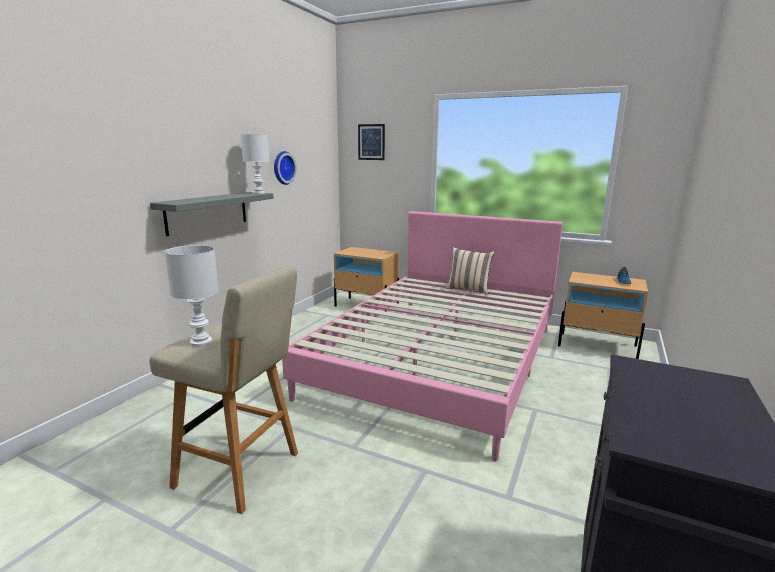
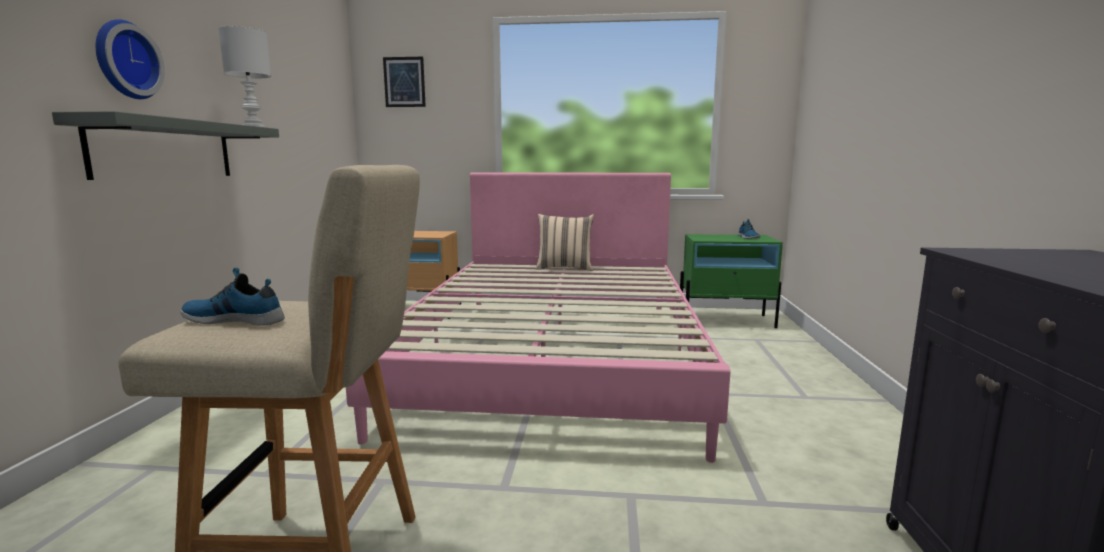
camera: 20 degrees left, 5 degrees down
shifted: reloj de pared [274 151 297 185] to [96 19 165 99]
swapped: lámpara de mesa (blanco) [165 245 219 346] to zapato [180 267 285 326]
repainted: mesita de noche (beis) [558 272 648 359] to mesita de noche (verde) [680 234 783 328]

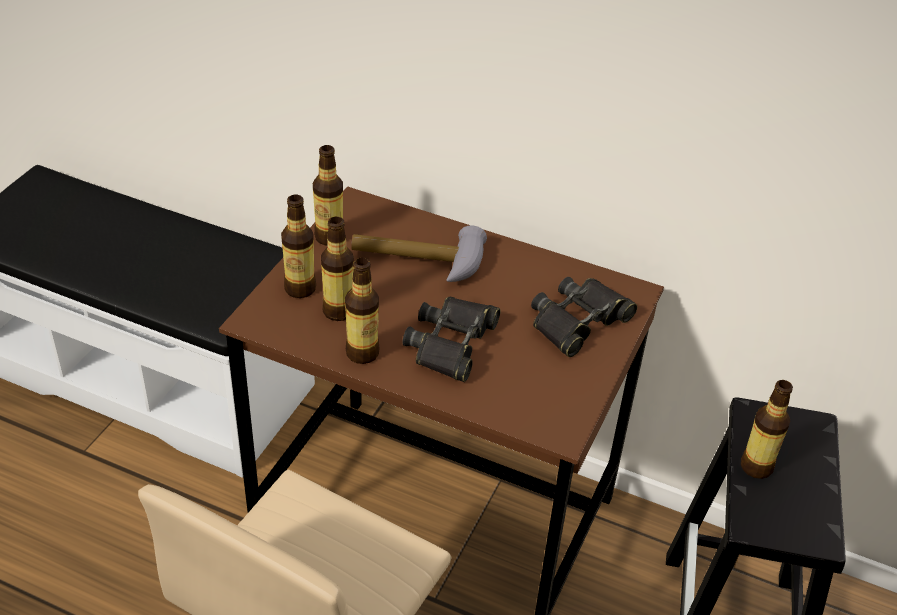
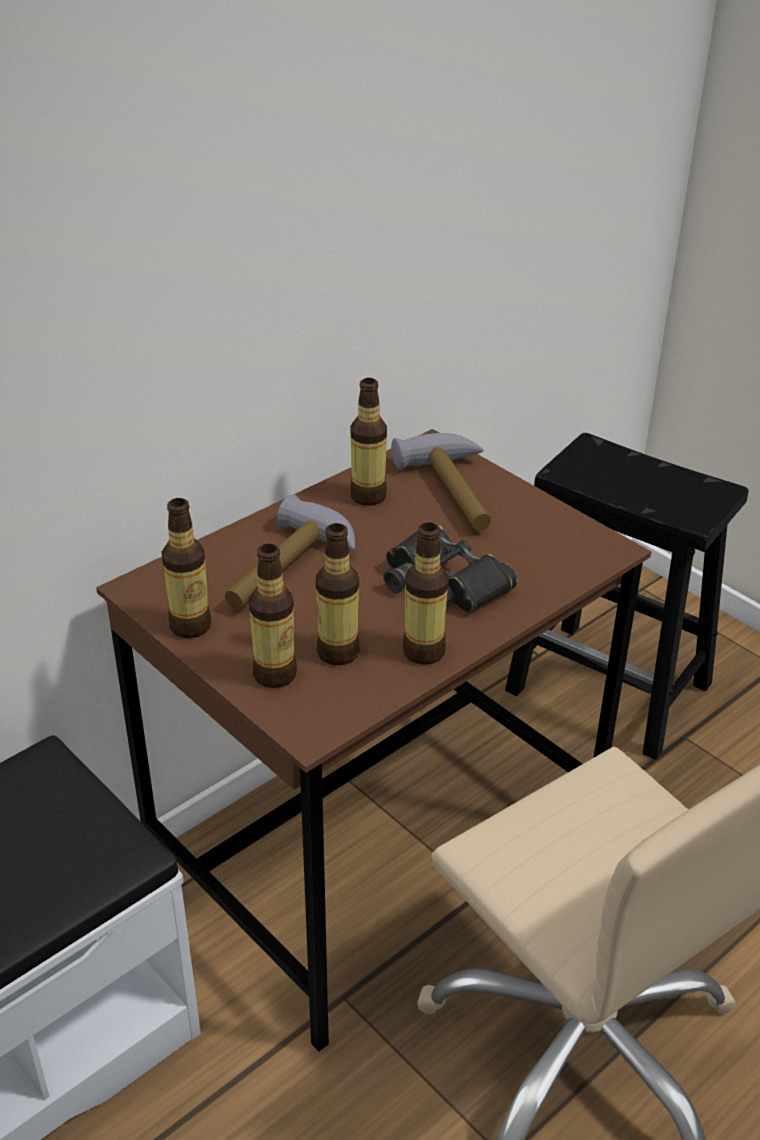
camera: 65 degrees left, 5 degrees down
shifted: botella [741 380 793 479] to [350 378 387 506]
swapped: prismáticos (negro) [531 277 637 357] to martillo [391 433 491 531]

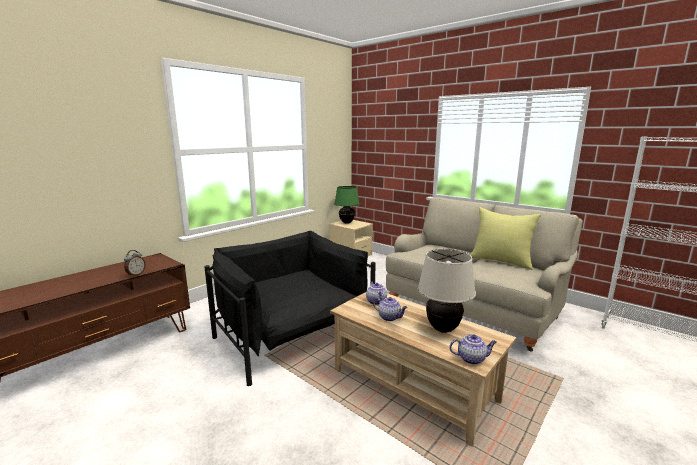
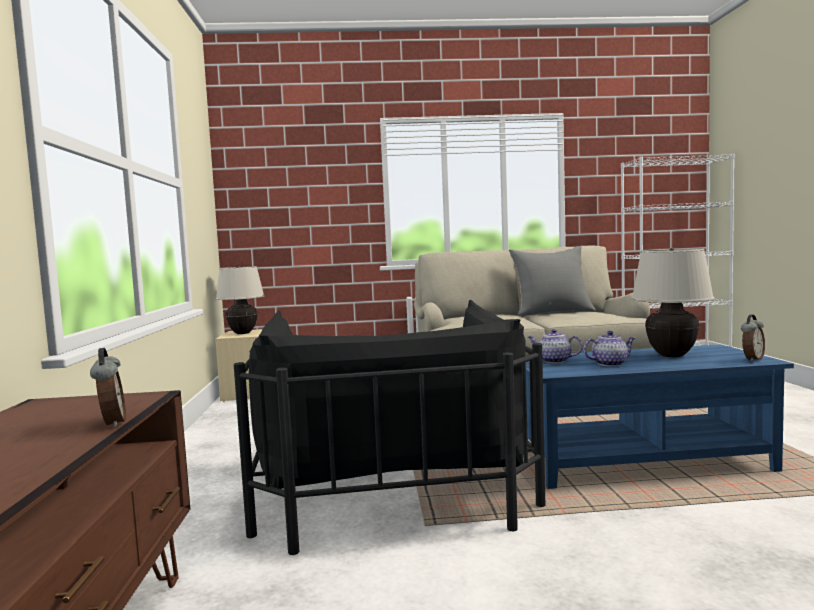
camera: 45 degrees left, 10 degrees down
swapped: tetera [449 334 497 364] to despertador [741 314 765 362]
repainted: lámpara de mesa (verde) [334 186 360 224] to lámpara de mesa (beis) [216 266 265 334]; cojín (amarillo) [470 207 541 270] to cojín (gris) [509 246 596 316]; mesa de centro (beis) [330 292 516 447] to mesa de centro (azul) [526 344 794 489]
rotated: sillón (negro) [205 231 376 386] = [234 300 545 555] 105 degrees counterclockwise

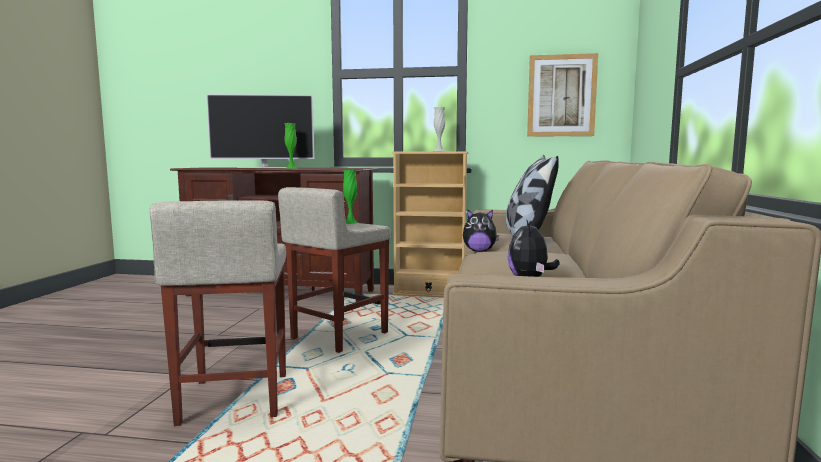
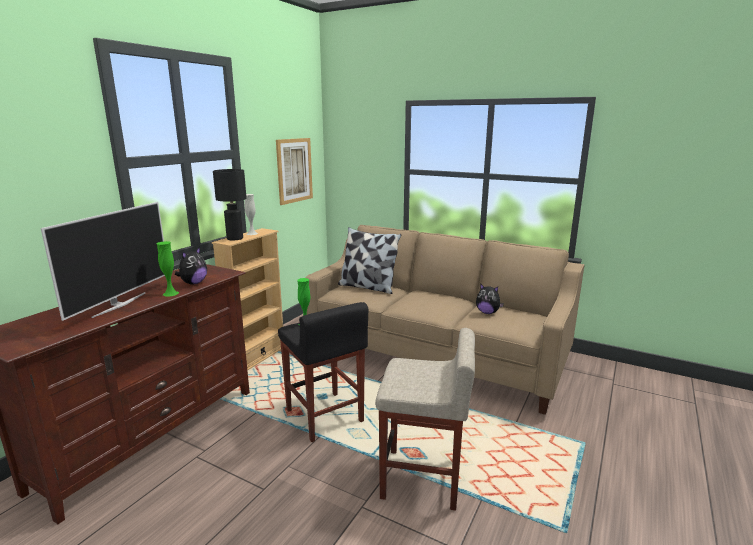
camera: 70 degrees left, 10 degrees up
new: lámpara de mesa (negro) [213 169 247 240]
shifted: peluche [463 209 499 252] to [175 247 207 285]
repainted: taburete (beis) [278 187 391 353] to taburete (negro) [278 302 368 442]

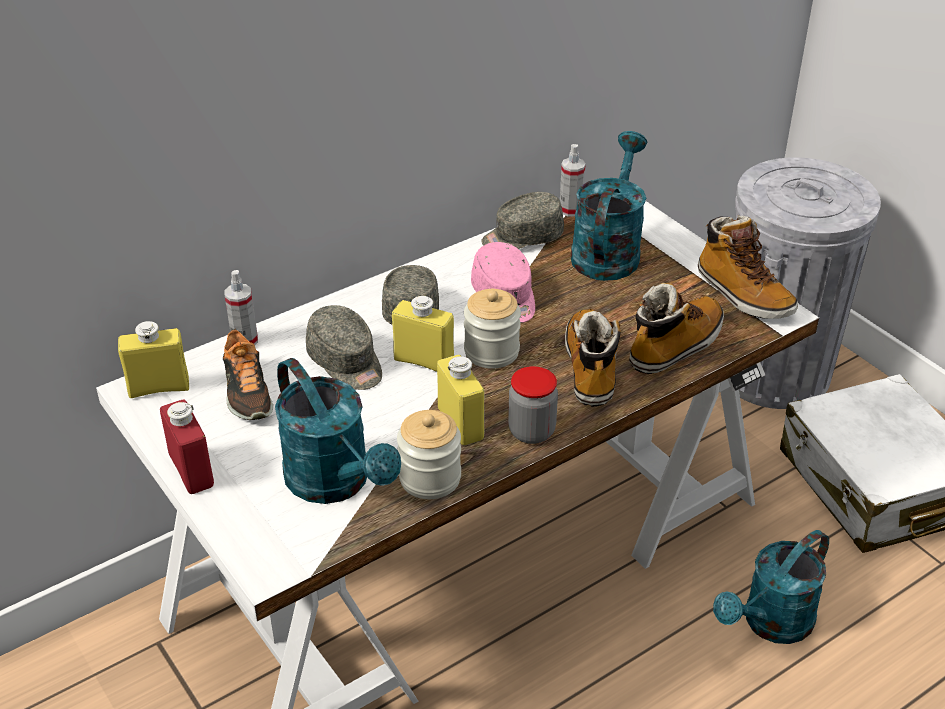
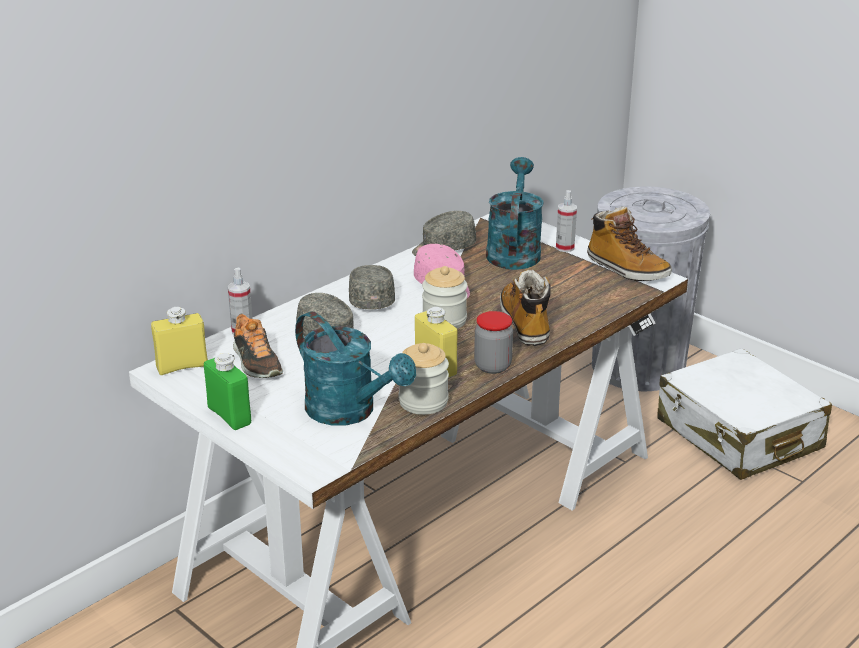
camera: 10 degrees left, 10 degrees down
gone: botella (amarillo) [392 296 454 372]; bota [629 283 724 374]; regadera (turquesa) [713 530 829 644]
shifted: pulverizador [560 144 586 216] to [556 190 577 252]
repainted: botella (rojo) [160 400 214 494] to botella (verde) [204 353 251 430]

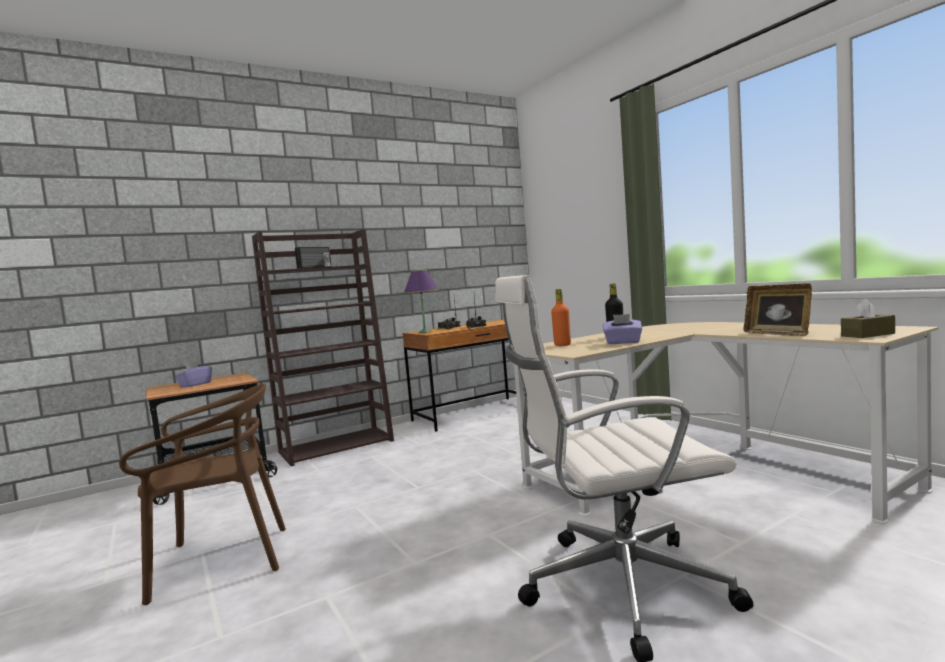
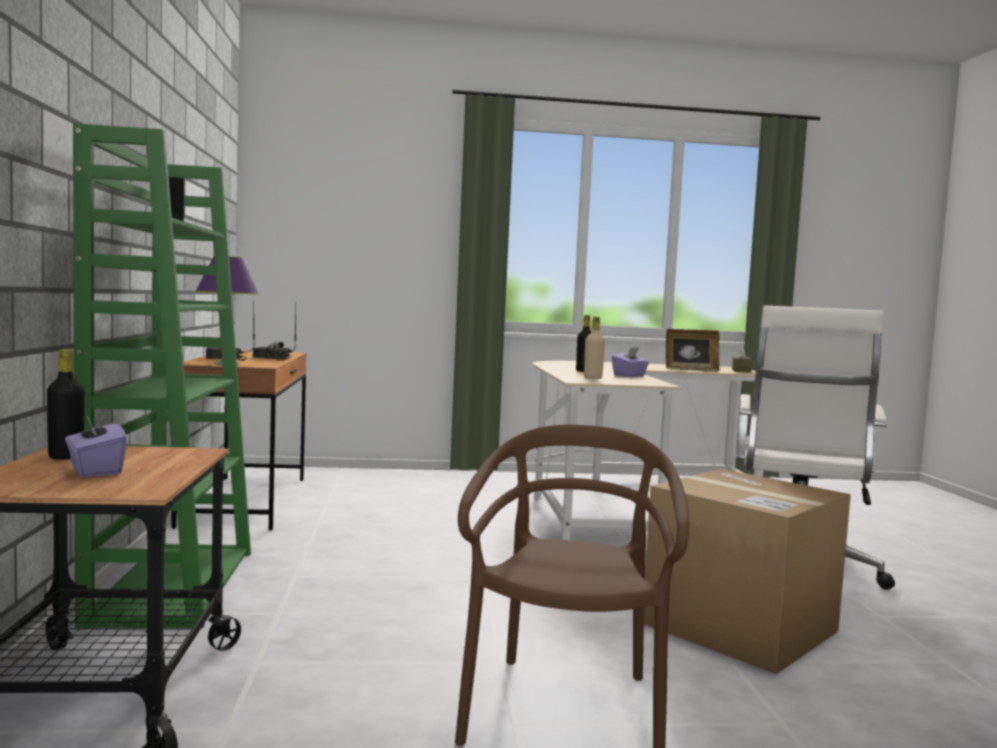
camera: 65 degrees left, 0 degrees up
new: botella (negro) [47 349 85 460]; caja de cartón [644 469 851 674]
repainted: estantería (marrón) [252 229 394 466] to estantería (verde) [73 123 251 628]; botella (naranja) [551 289 571 346] to botella (beis) [584 317 605 379]

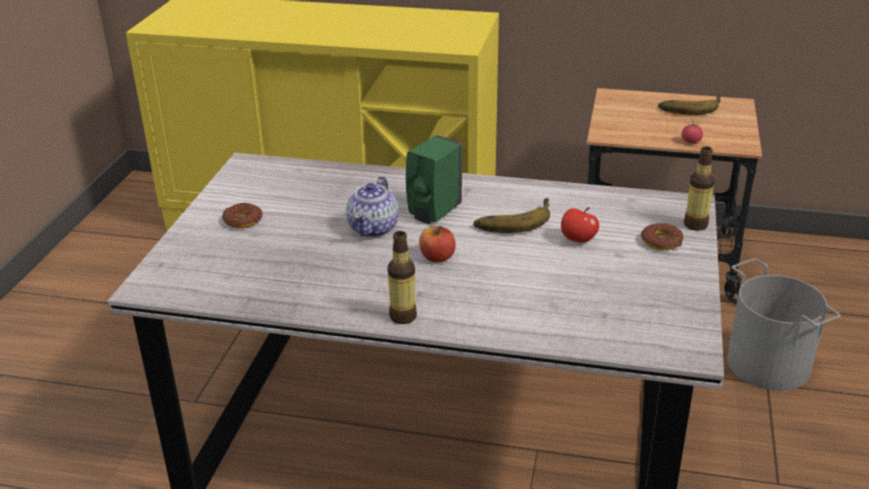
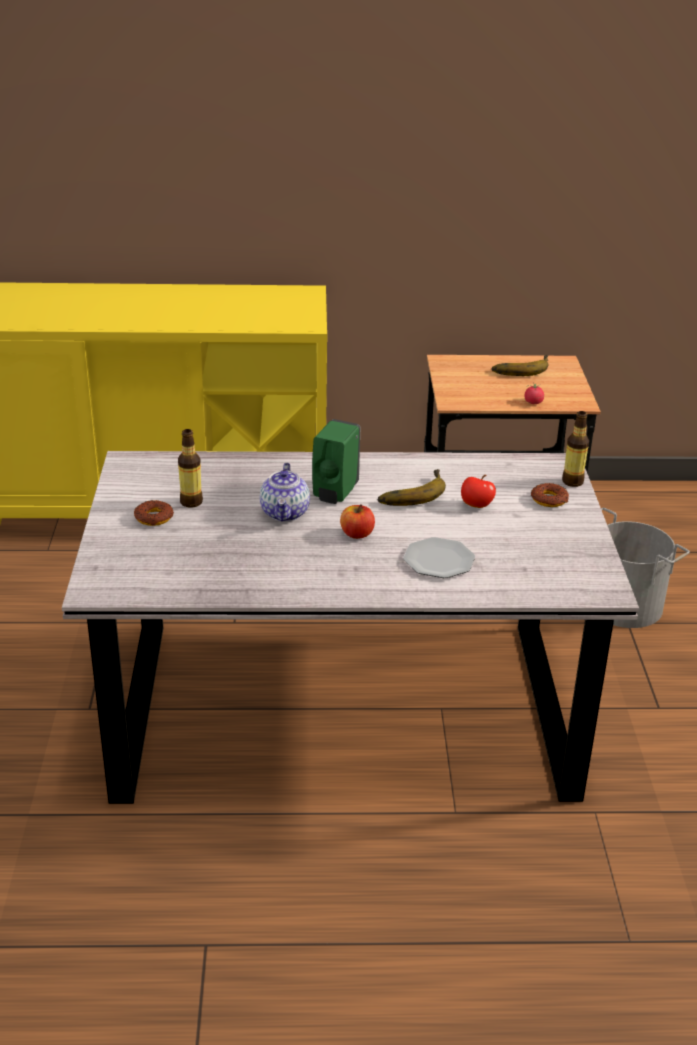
camera: 15 degrees left, 0 degrees up
new: plato [403 537 475 578]
shifted: botella [387 231 417 324] to [178 429 203 508]

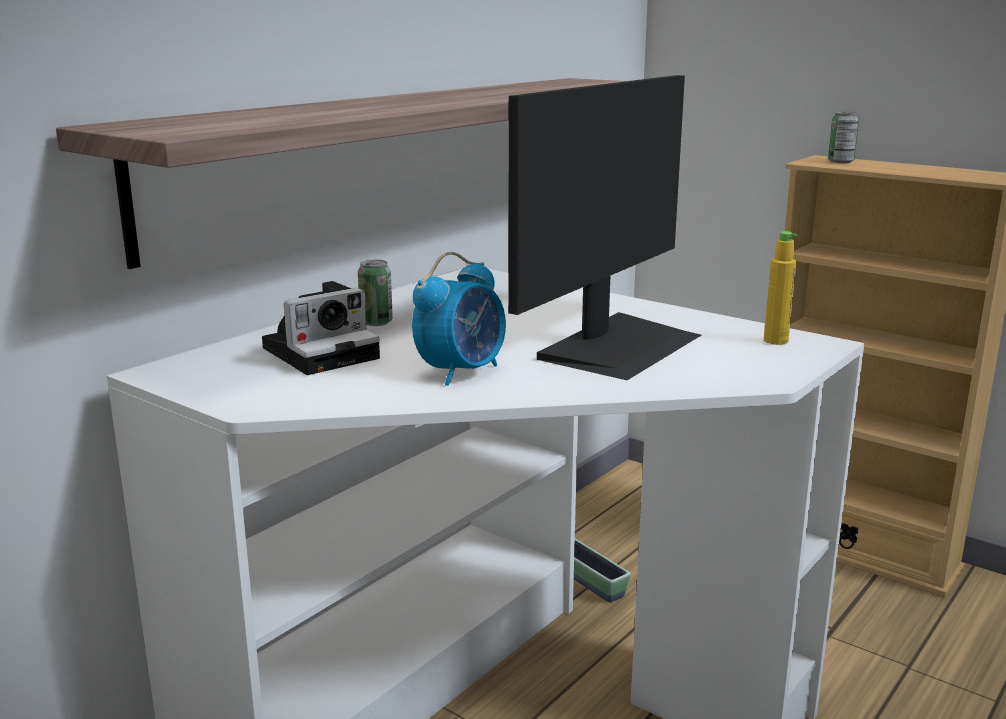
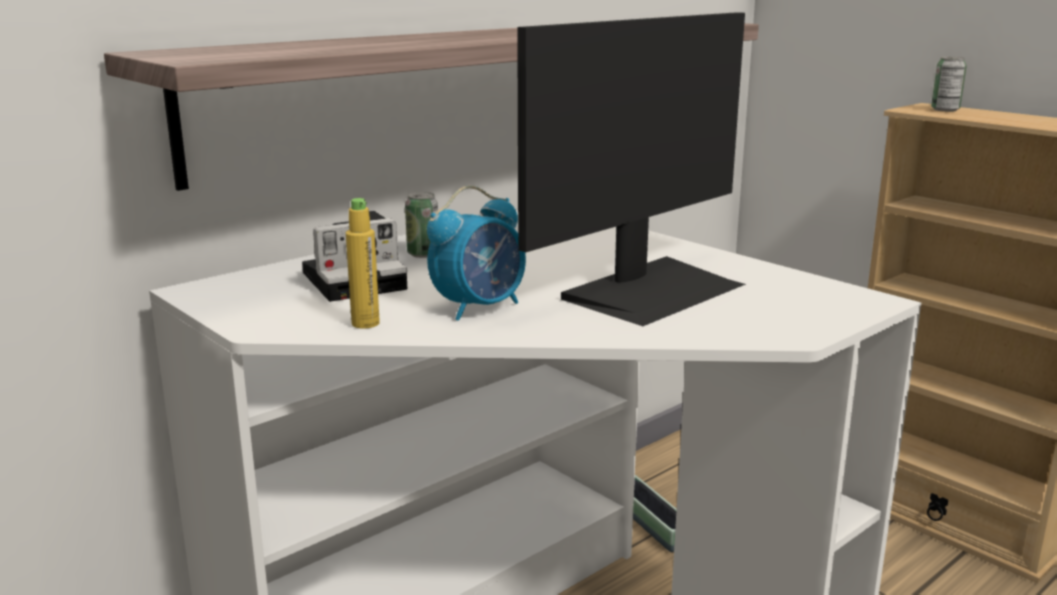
camera: 10 degrees right, 0 degrees up
shifted: botella (amarillo) [764 231 797 345] to [346 198 380 329]

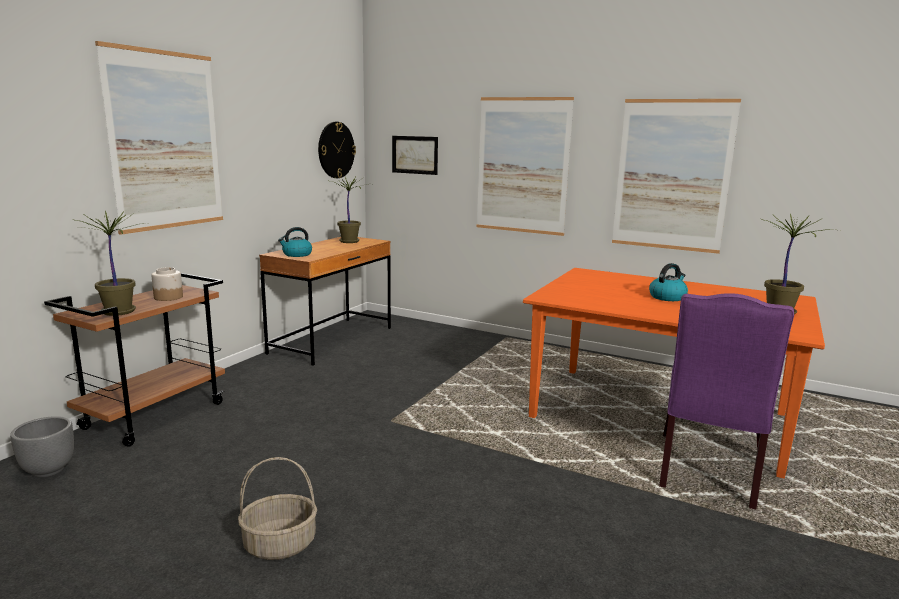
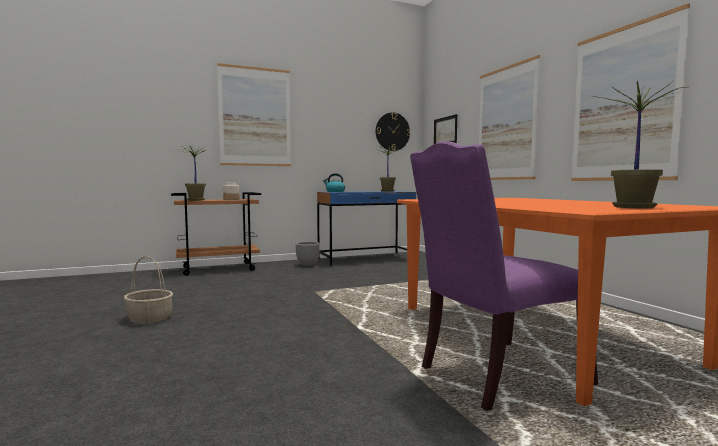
camera: 40 degrees right, 10 degrees down
gone: hervidor [649 263 688 301]
shifted: maceta (gris) [10 416 74 477] to [296 242 320 266]
repainted: escritorio (marrón) [259 237 391 366] to escritorio (azul) [317 191 416 266]

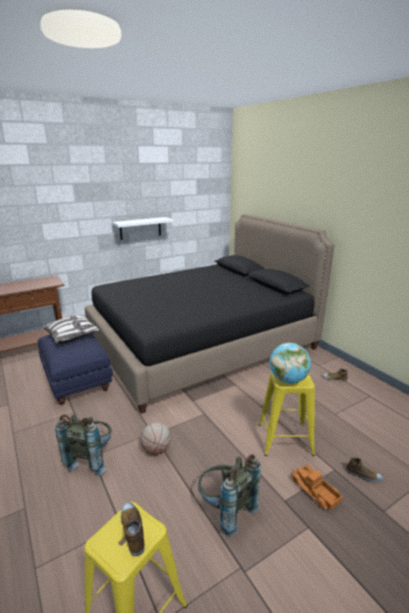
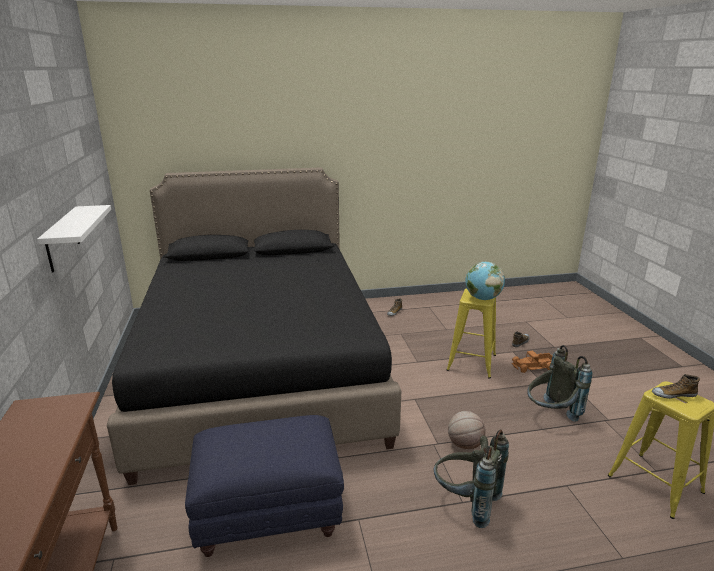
camera: 70 degrees left, 0 degrees up
gone: cojín [43 315 100 343]

